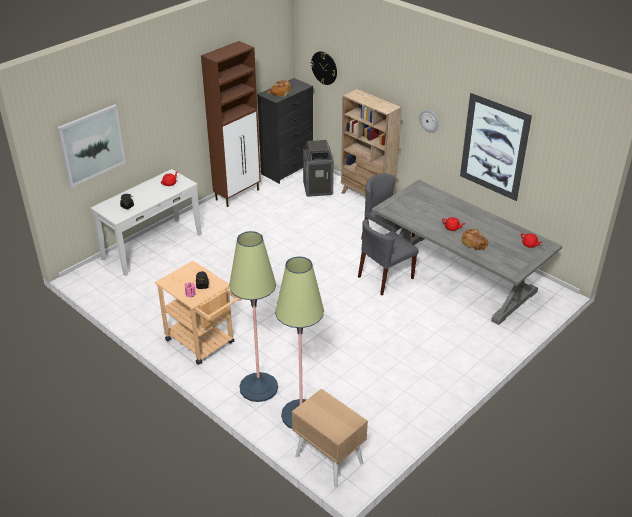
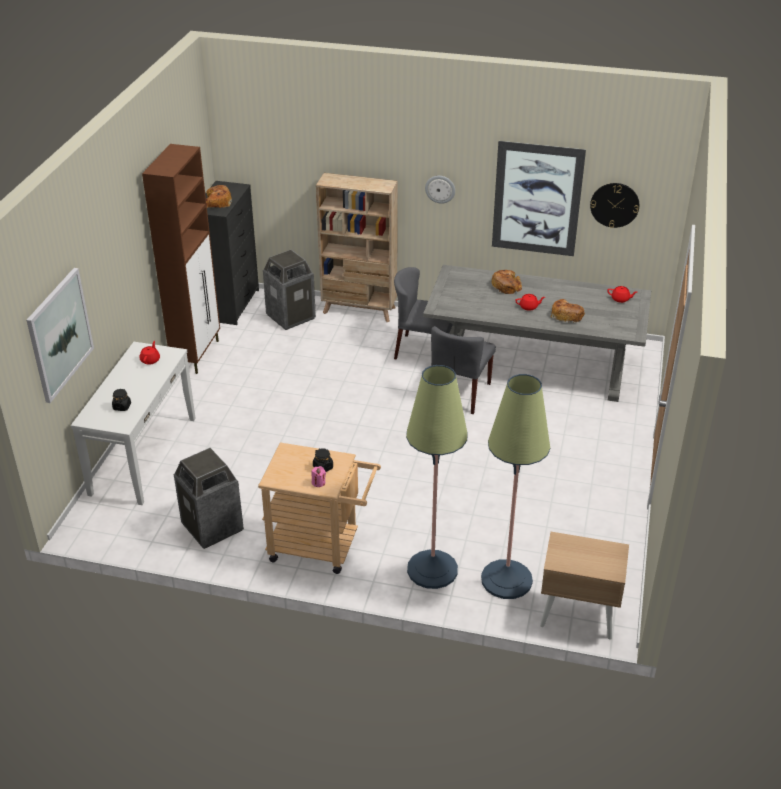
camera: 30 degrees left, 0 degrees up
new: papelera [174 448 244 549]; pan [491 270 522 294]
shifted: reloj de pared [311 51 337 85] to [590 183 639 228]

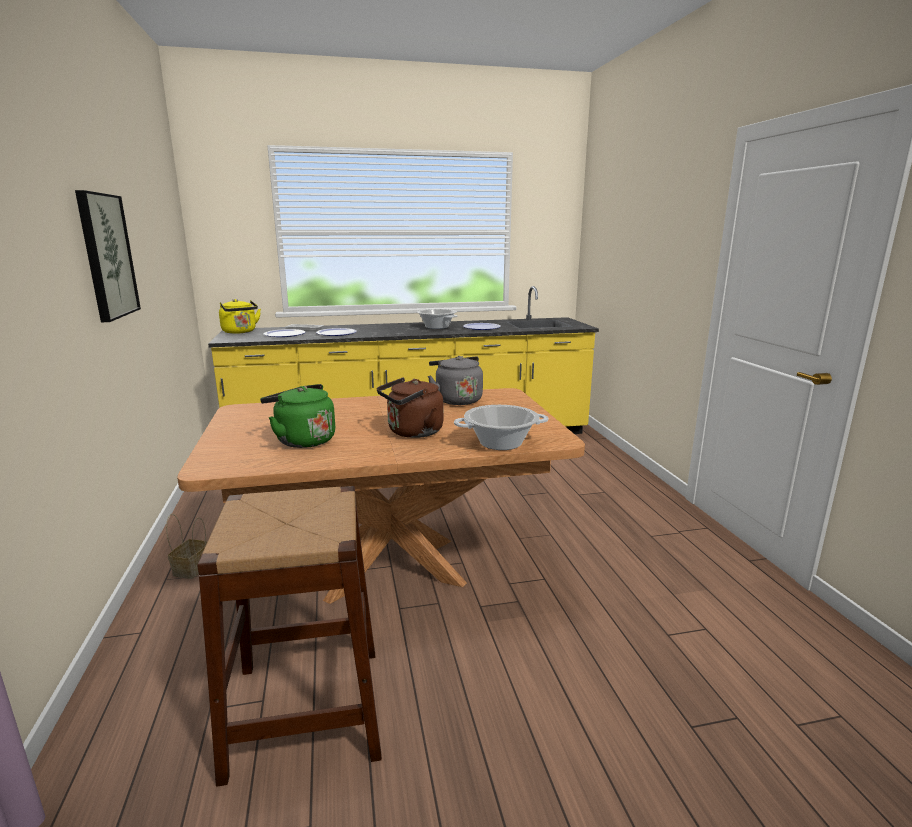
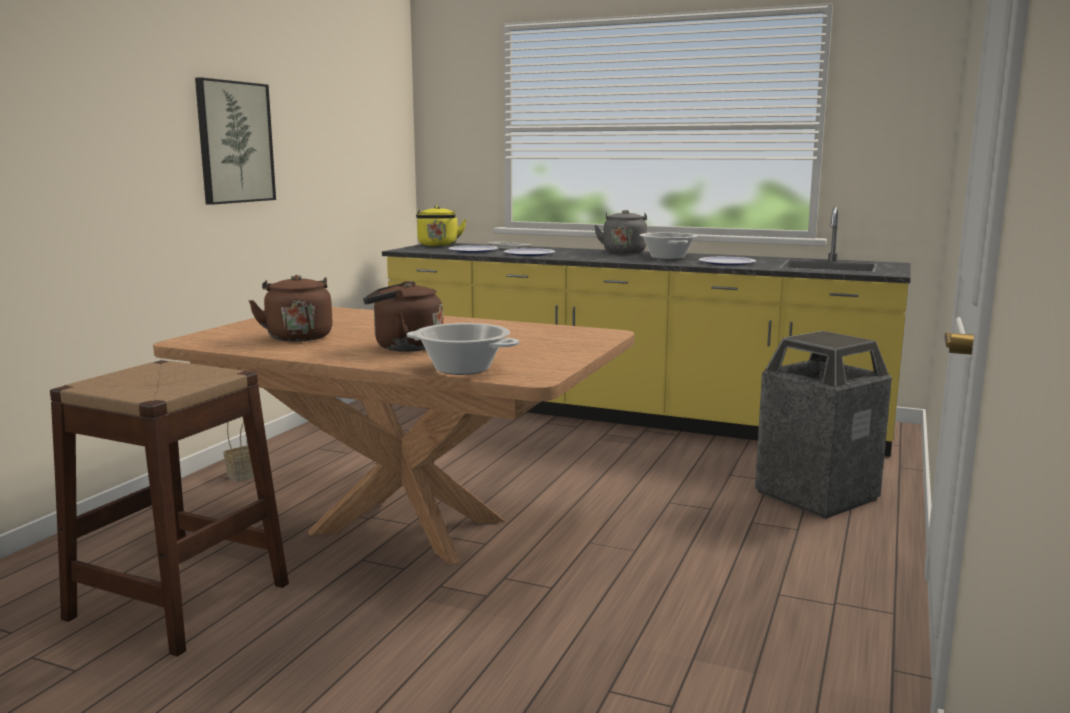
camera: 35 degrees right, 5 degrees down
new: papelera [755 331 892 519]
shifted: hervidor (gris) [428 356 483 405] to [594 210 647 254]
repainted: hervidor (verde) [260 384 335 448] to hervidor (marrón) [248 275 333 342]

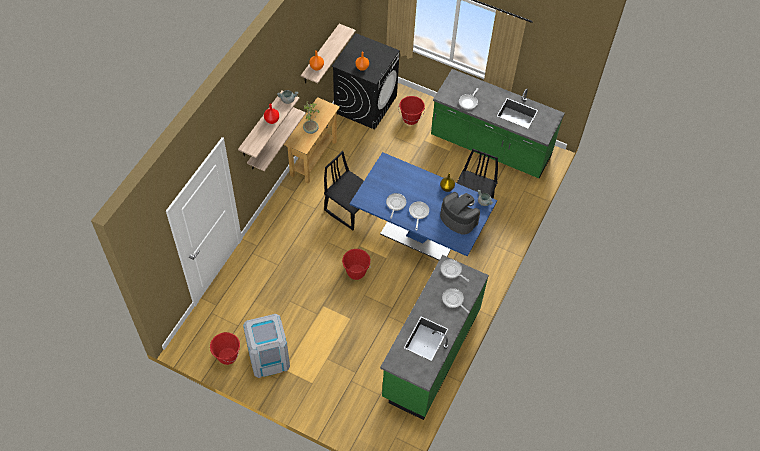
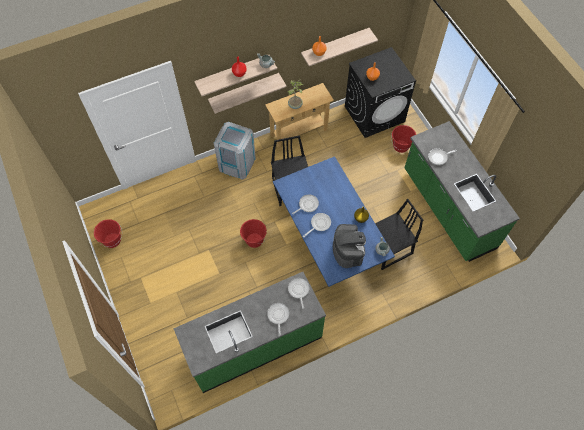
camera: 40 degrees right, 5 degrees up
shifted: papelera (gris) [243 314 290 378] to [214 122 256 180]

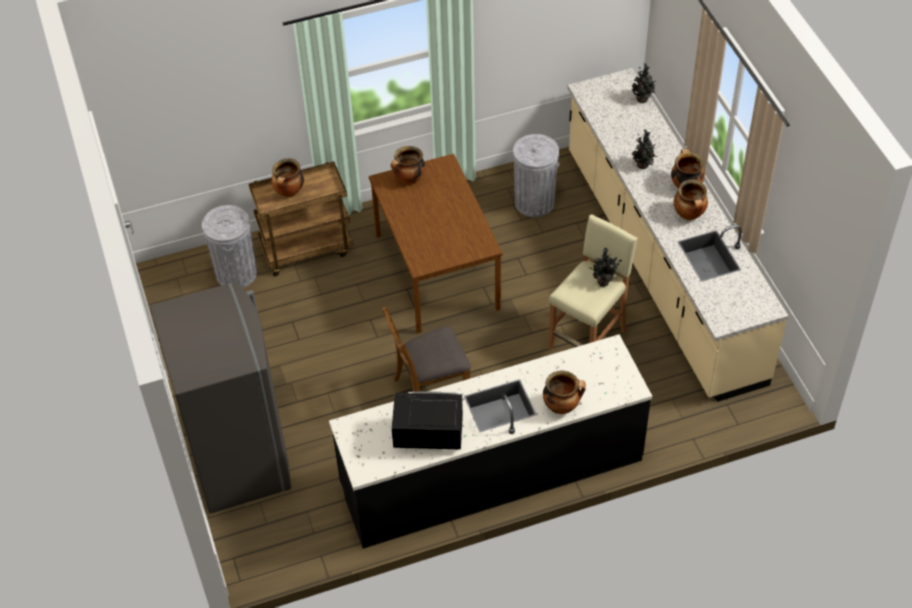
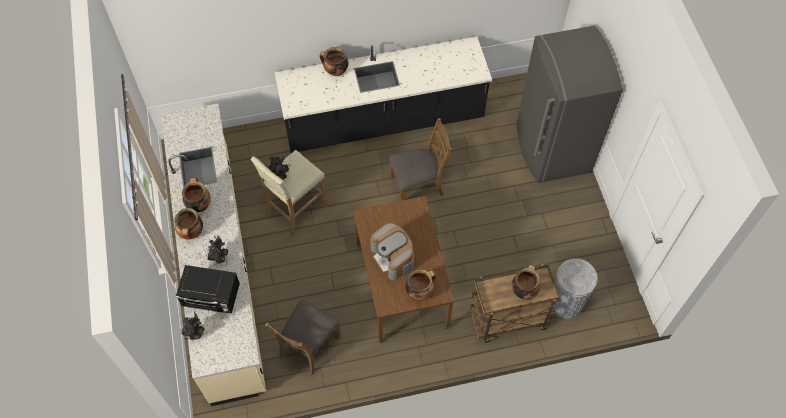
camera: 175 degrees left, 10 degrees up
new: cafetera [371 223 414 280]
shifted: microondas (negro) [392 392 463 450] to [176 265 240 314]
swapped: papelera (gris) [512 134 559 217] to silla (marrón) [265 300 341 376]

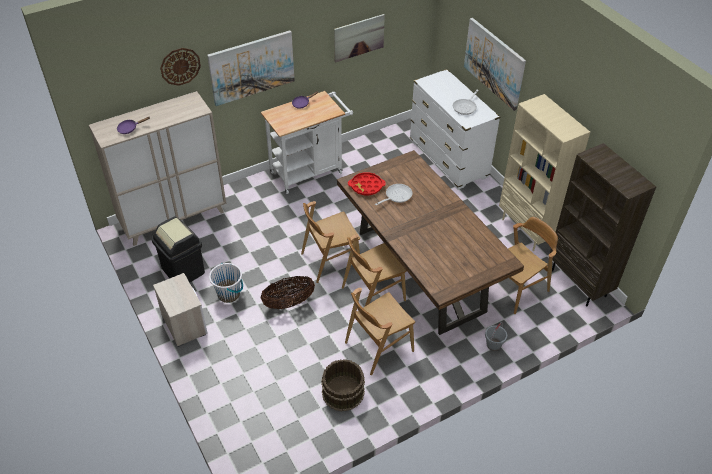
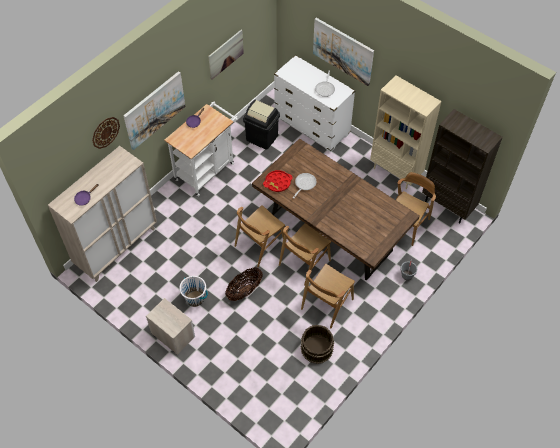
camera: 20 degrees left, 10 degrees up
shifted: papelera (negro) [151 216 205 283] to [243 100 280 150]

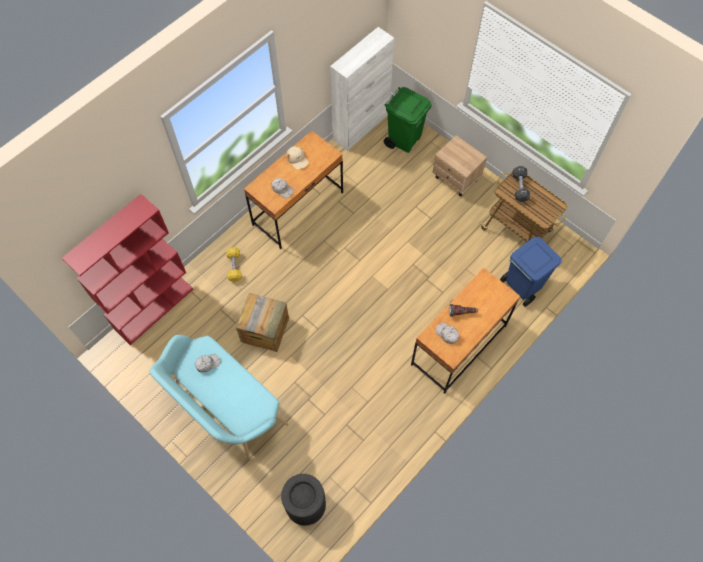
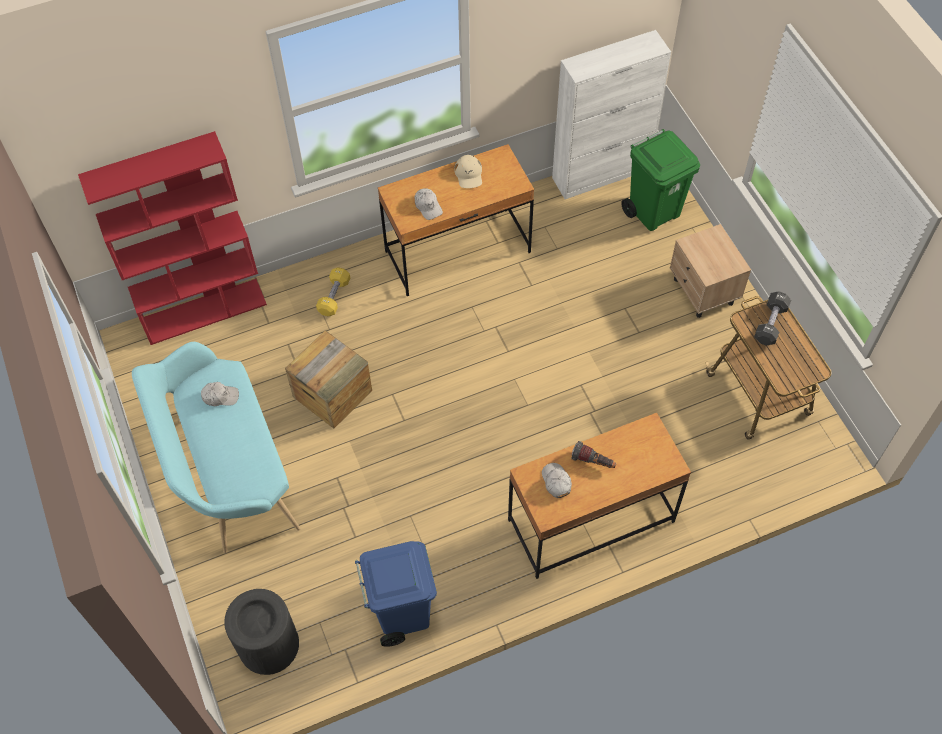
camera: 25 degrees right, 5 degrees down
shifted: papelera (azul) [500 237 562 307] to [355 541 437 647]

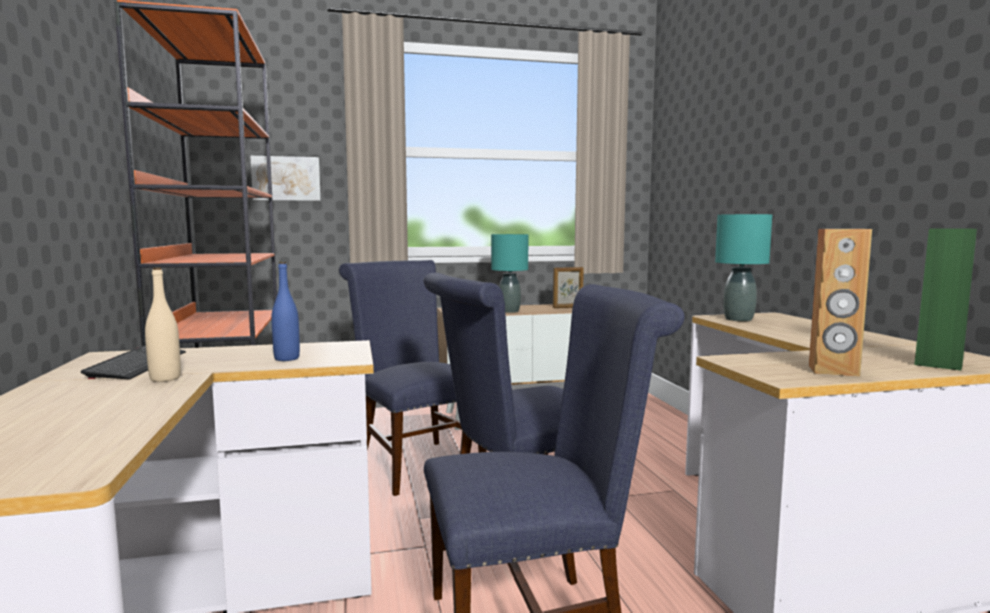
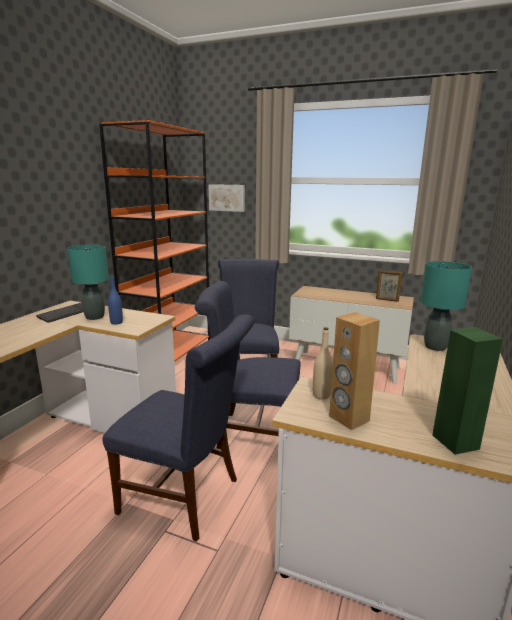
camera: 35 degrees right, 10 degrees up
shifted: lámpara de mesa (turquesa) [491 234 528 313] to [67 245 109 320]; botella (beis) [145 267 181 382] to [313 327 333 399]

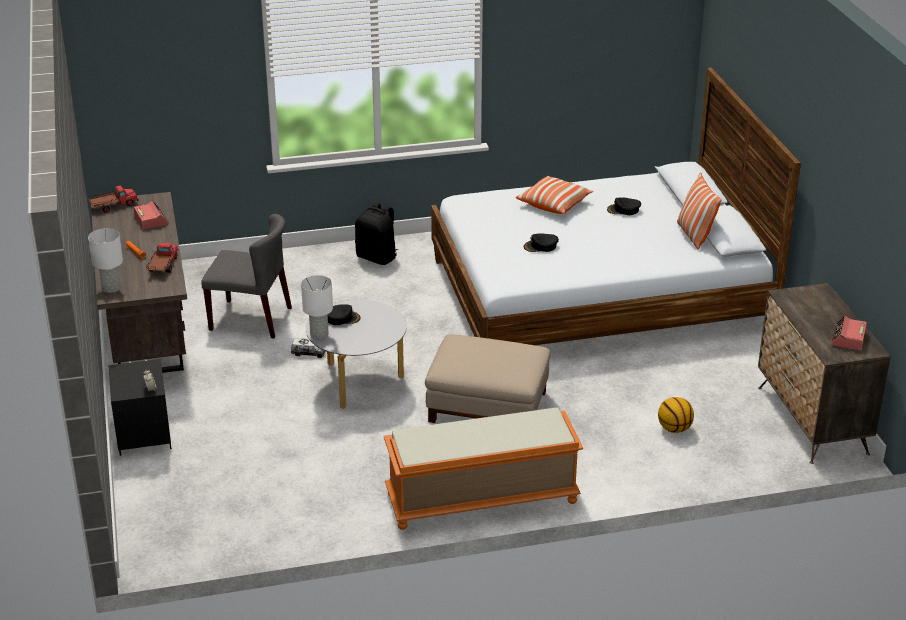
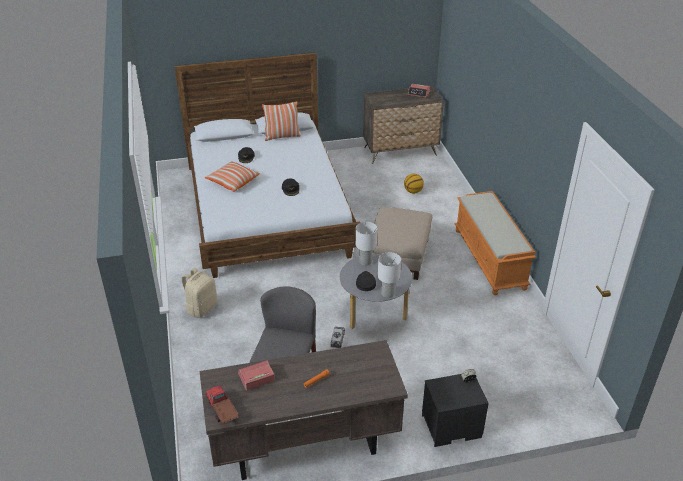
camera: 90 degrees left, 5 degrees up
gone: camión de juguete [146 243 179 273]
shifted: lámpara de mesa (blanco) [88 228 123 293] to [356 222 377 266]
repainted: mochila (negro) [355 203 398 265] to mochila (beis) [182 268 218 318]

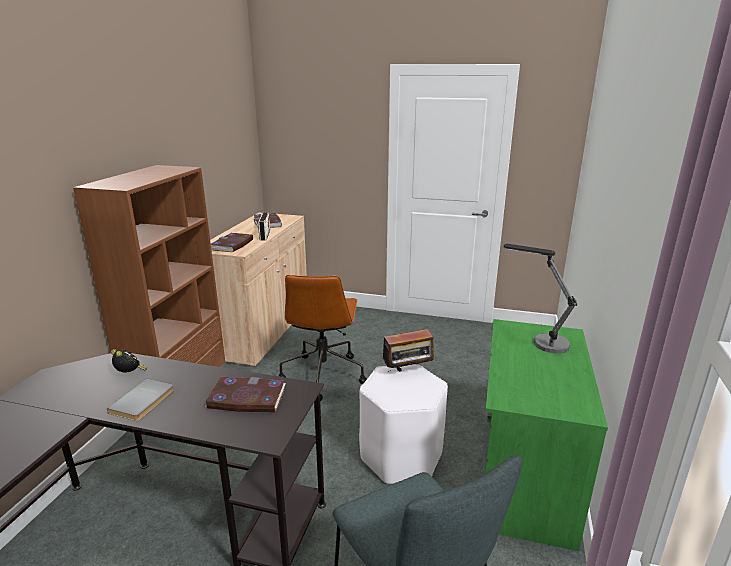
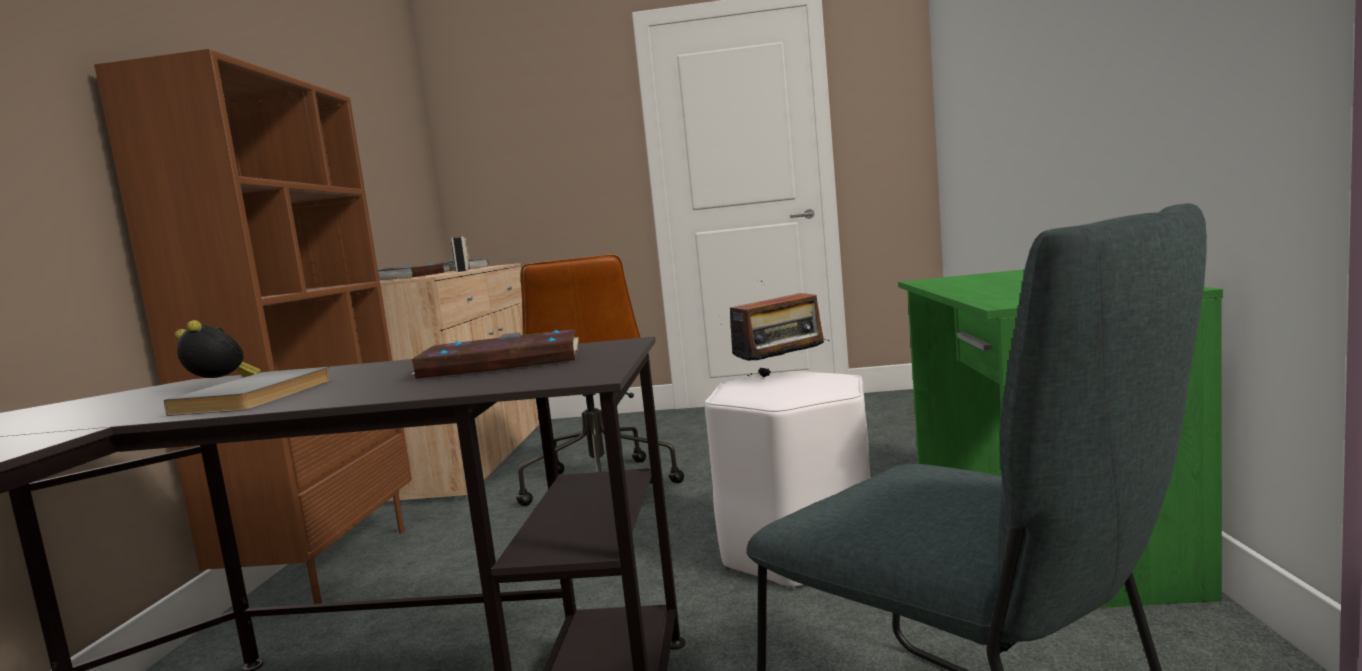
camera: 10 degrees left, 15 degrees down
gone: lámpara de mesa [504 244 577 353]

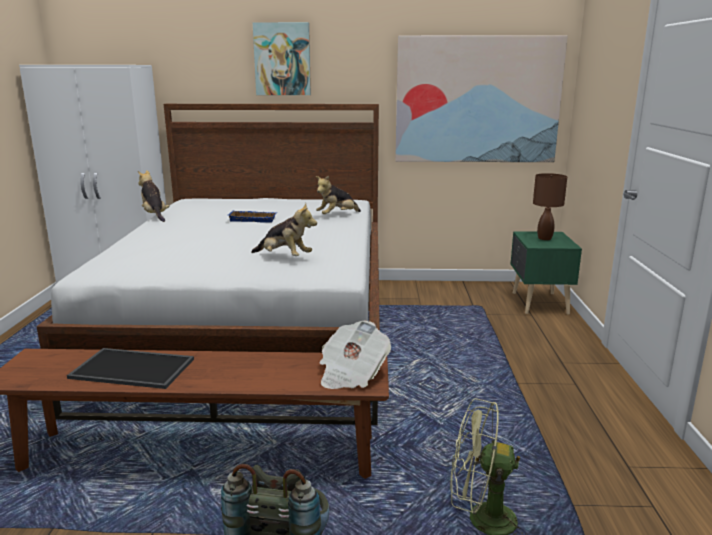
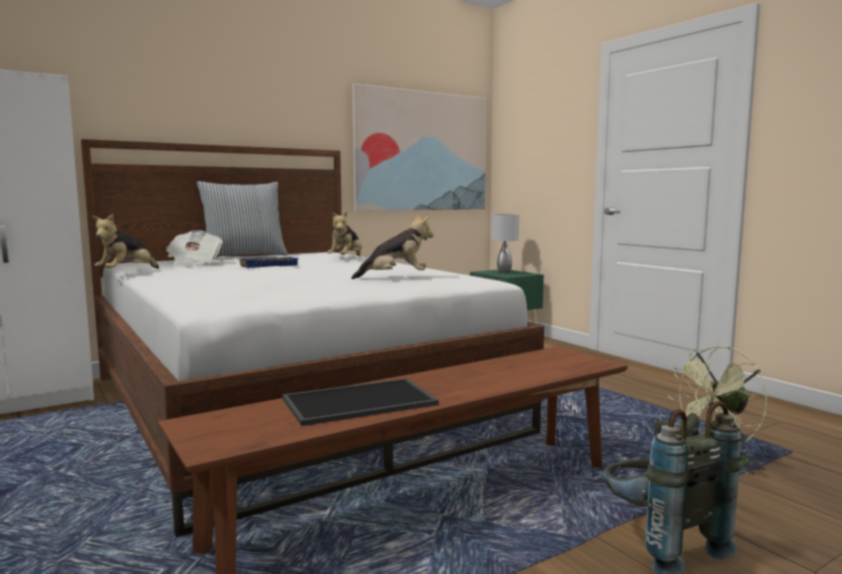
camera: 35 degrees left, 10 degrees down
gone: cuadro [253 22 311 95]
new: cojín [197 181 288 257]
shifted: periódico [319 321 391 389] to [166 230 223 267]
repainted: lámpara de mesa (marrón) [533 173 567 240] to lámpara de mesa (gris) [491 214 519 273]
rotated: peluche [138 170 170 222] = [92 214 159 269] 90 degrees counterclockwise

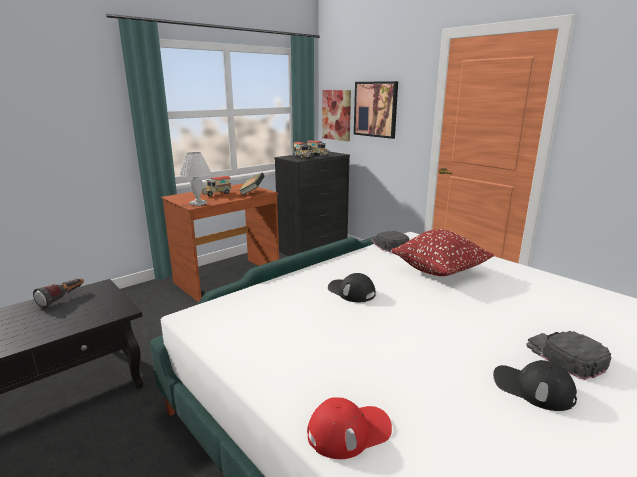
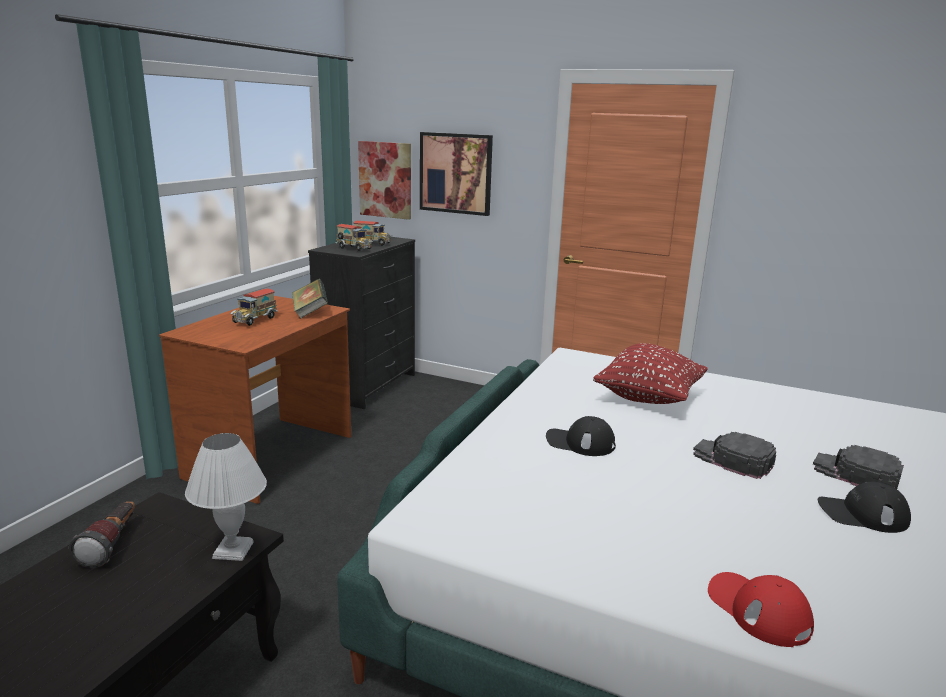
camera: 25 degrees left, 0 degrees up
shifted: lámpara de mesa (blanco) [179 152 212 206] to [185 433 267 561]; gorra (negro) [370 231 410 252] to [693 432 776 479]
rotated: gorra (rojo) [307 397 392 459] = [708 572 814 647] 75 degrees counterclockwise

